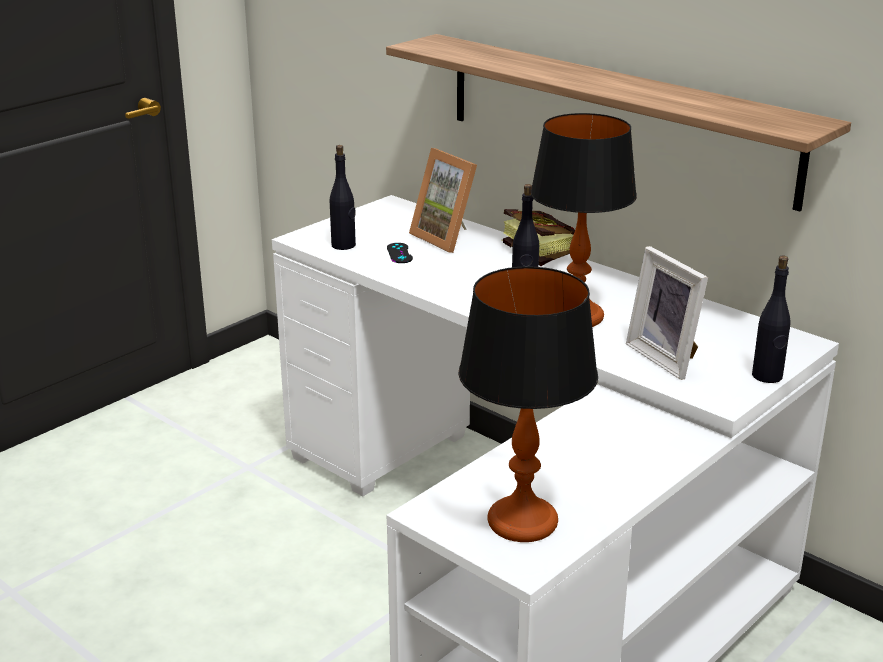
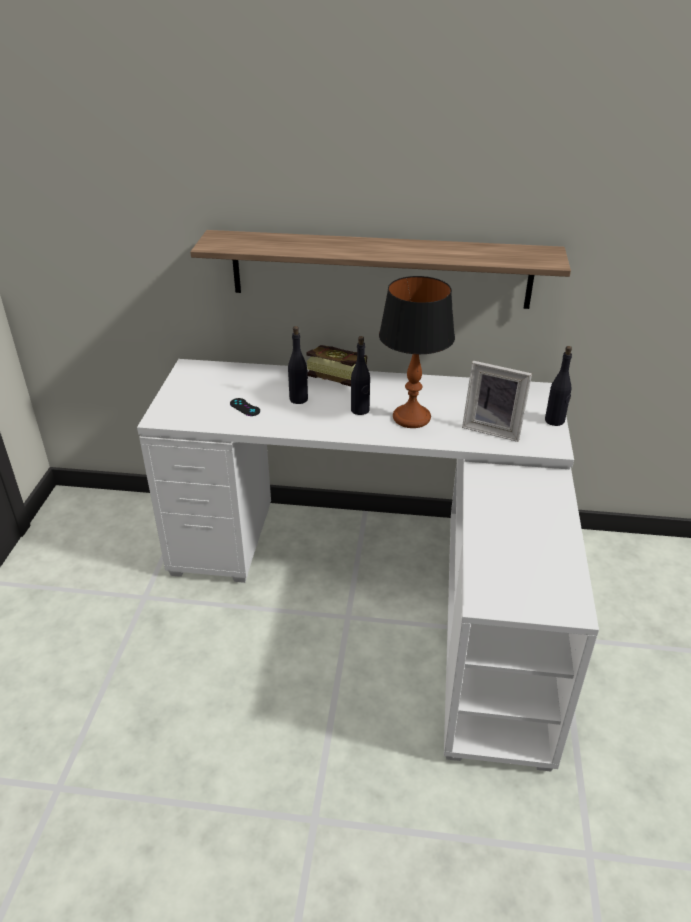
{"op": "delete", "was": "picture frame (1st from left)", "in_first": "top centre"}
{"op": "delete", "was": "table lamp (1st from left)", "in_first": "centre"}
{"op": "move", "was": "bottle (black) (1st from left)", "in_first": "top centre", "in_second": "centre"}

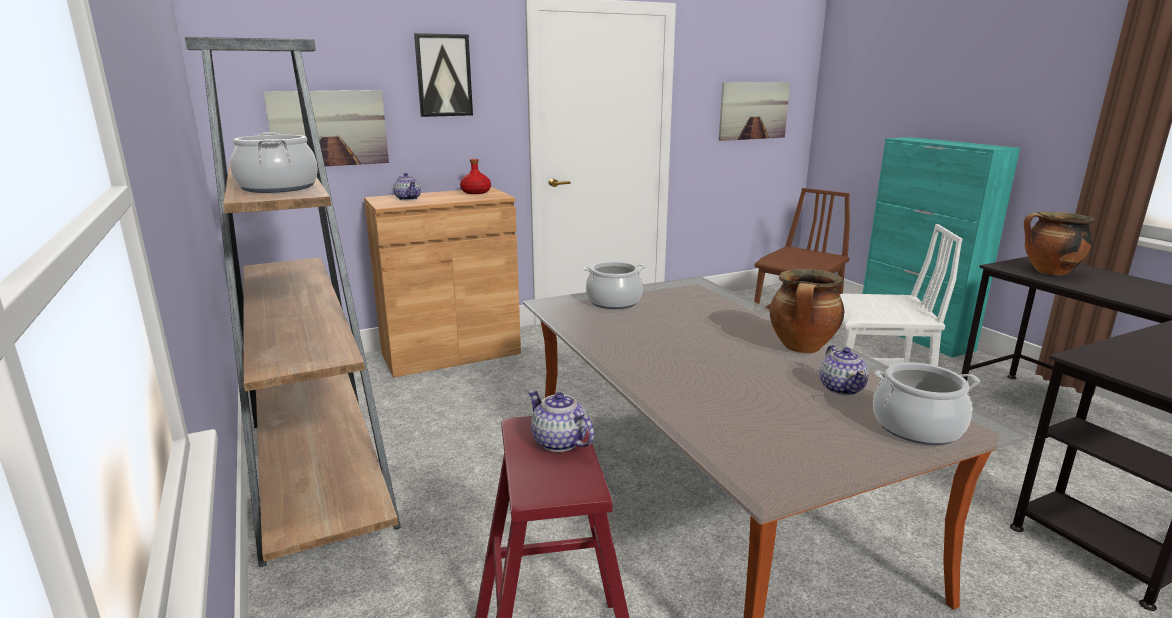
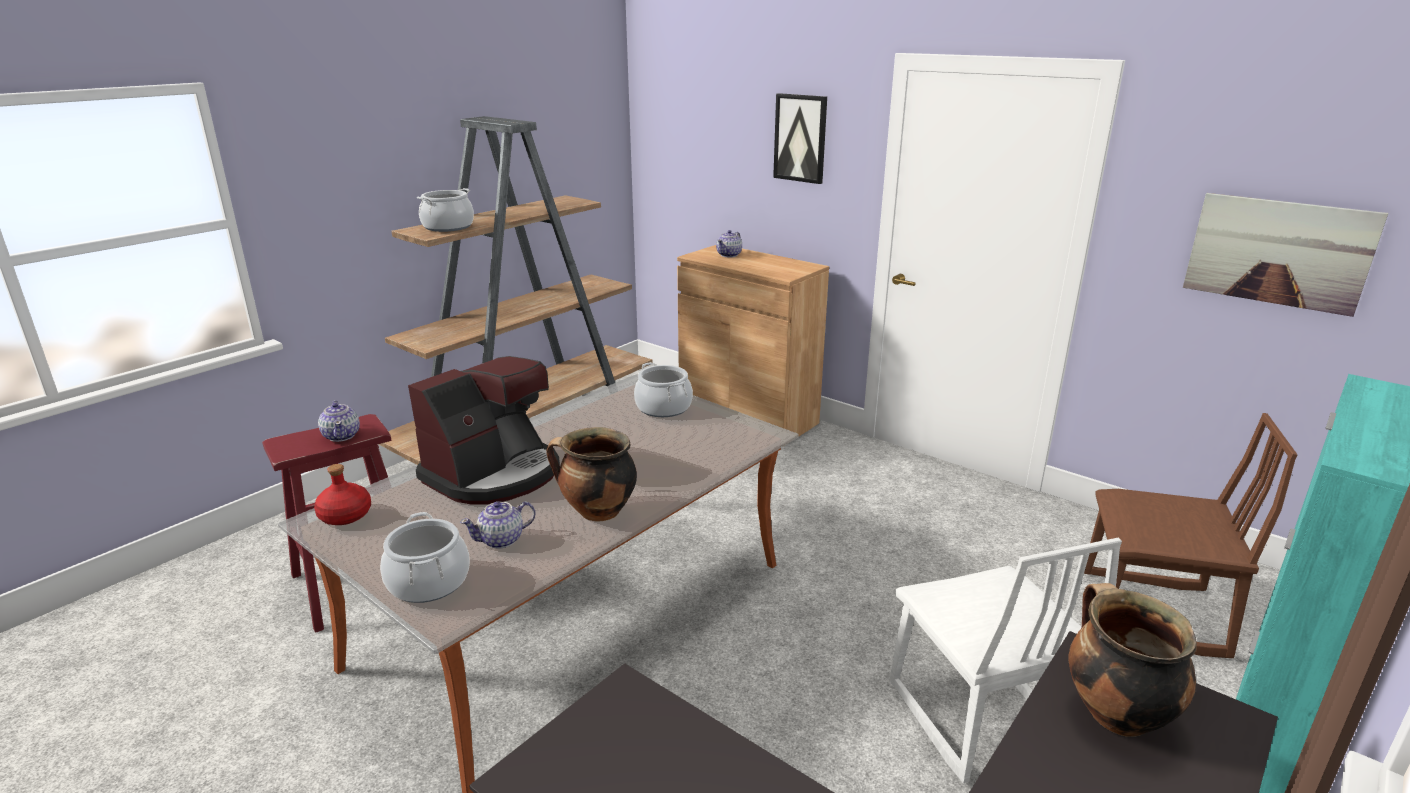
{"op": "delete", "was": "picture (1st from left)", "in_first": "top left"}
{"op": "insert", "now": "coffee machine", "in_second": "centre"}
{"op": "move", "was": "bottle (red)", "in_first": "top centre", "in_second": "middle left"}
{"op": "rotate", "was": "teapot (2nd from left in the first image)", "in_first": "bottom centre", "in_second": "middle left", "clockwise": 135}

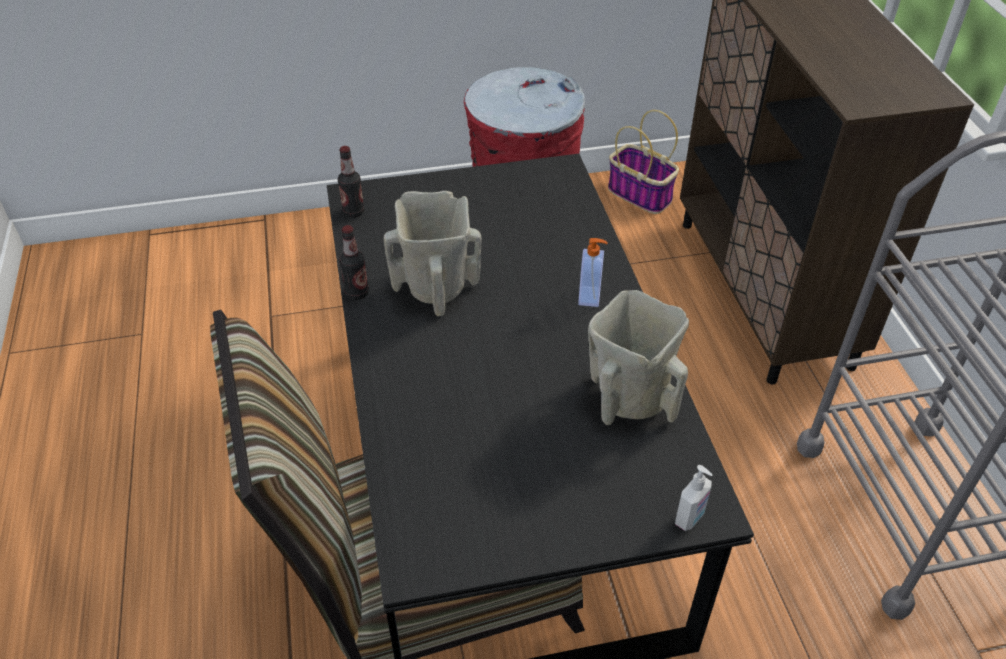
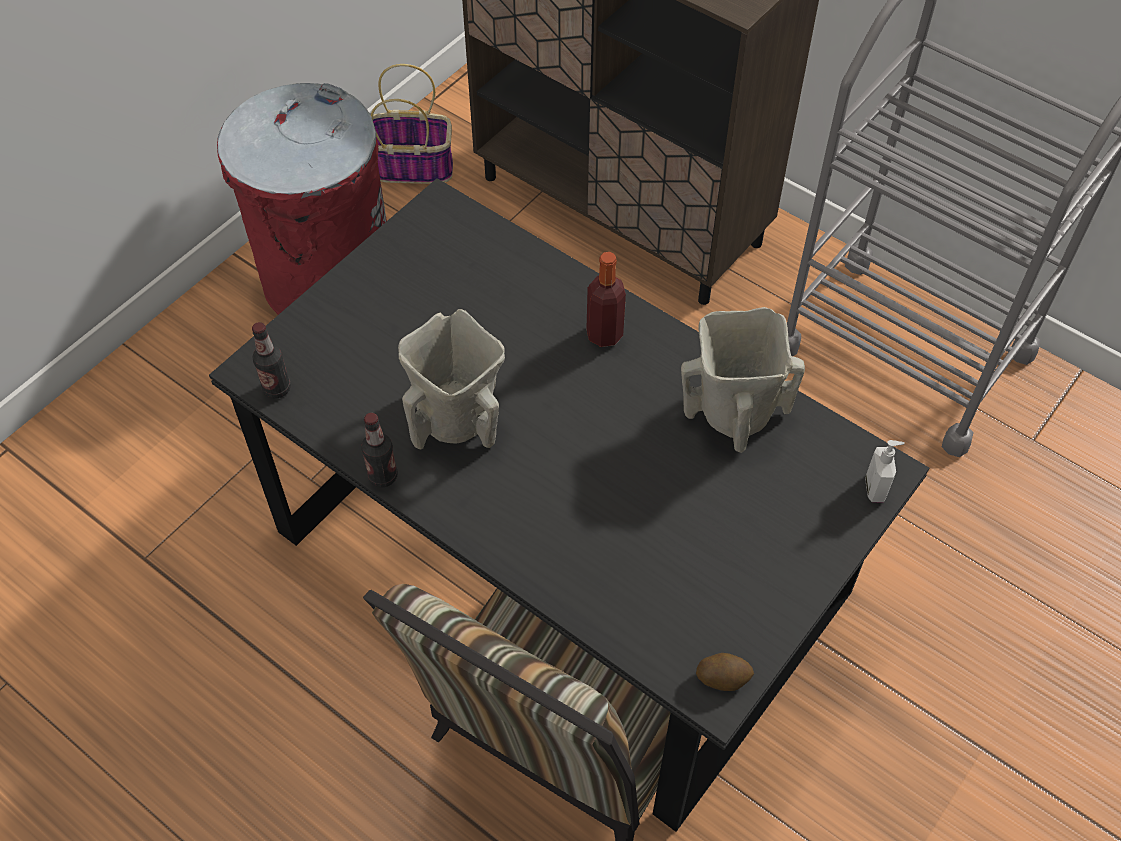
{"op": "insert", "now": "potato", "in_second": "bottom centre"}
{"op": "replace", "was": "soap dispenser (1st from left)", "now": "bottle (3rd from left)", "in_first": "centre", "in_second": "centre"}

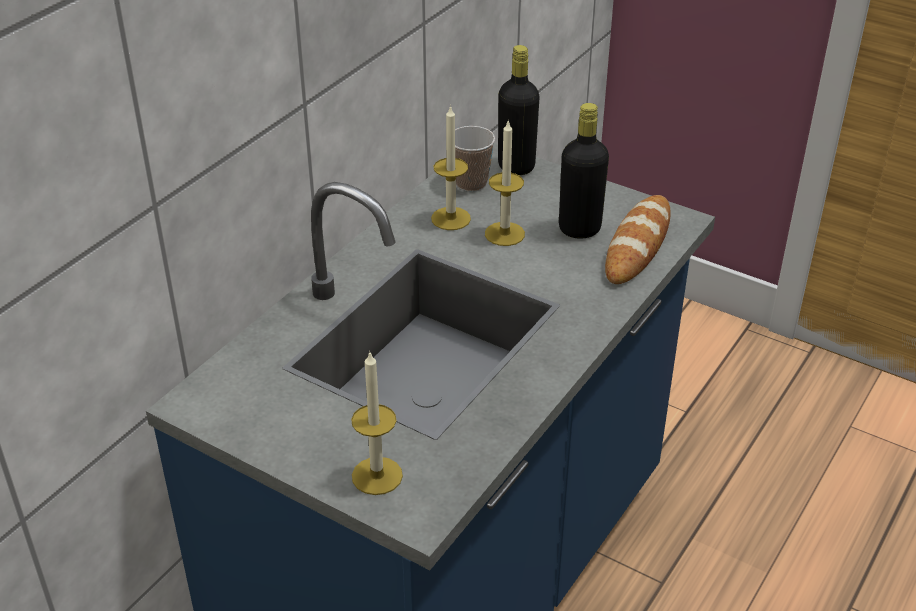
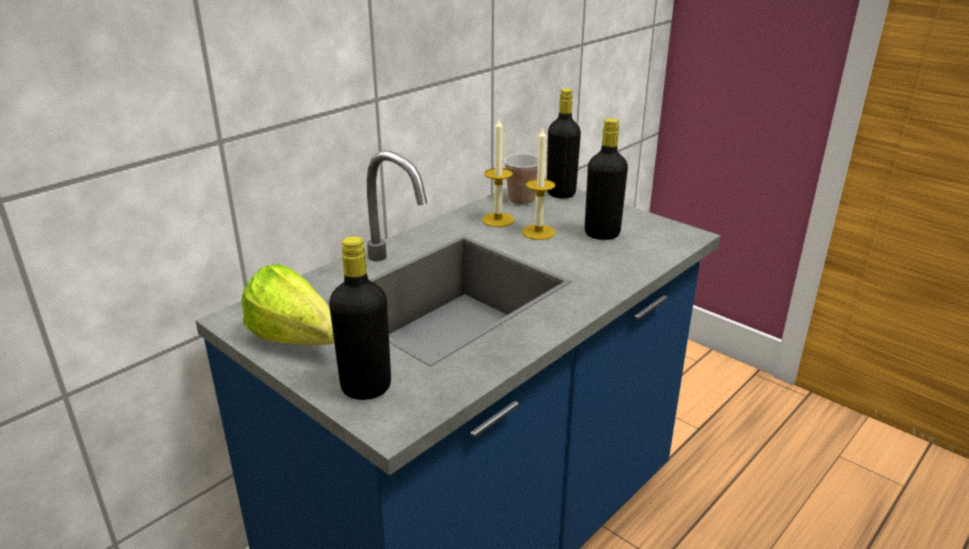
{"op": "delete", "was": "bread", "in_first": "middle right"}
{"op": "insert", "now": "lettuce", "in_second": "middle left"}
{"op": "replace", "was": "candle (1st from left)", "now": "bottle (black) (1st from left)", "in_first": "bottom centre", "in_second": "centre"}

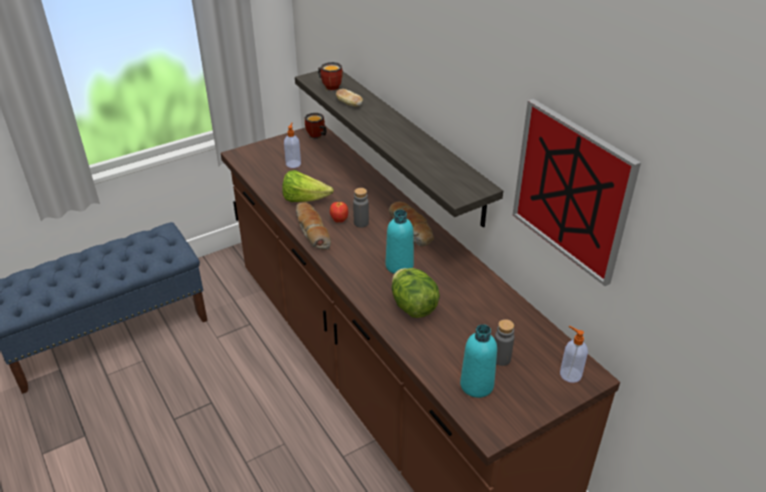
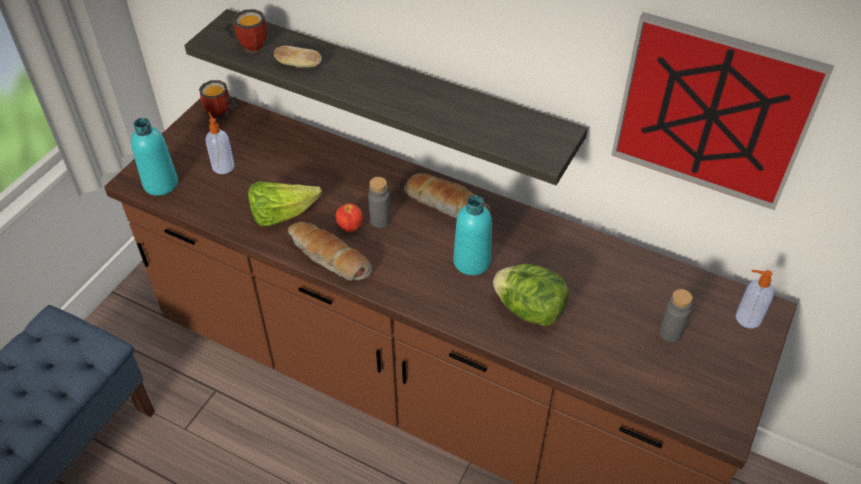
{"op": "move", "was": "bottle (turquoise) (2nd from left in the first image)", "now": "bottle (turquoise) (1st from left)", "in_first": "bottom centre", "in_second": "top left"}

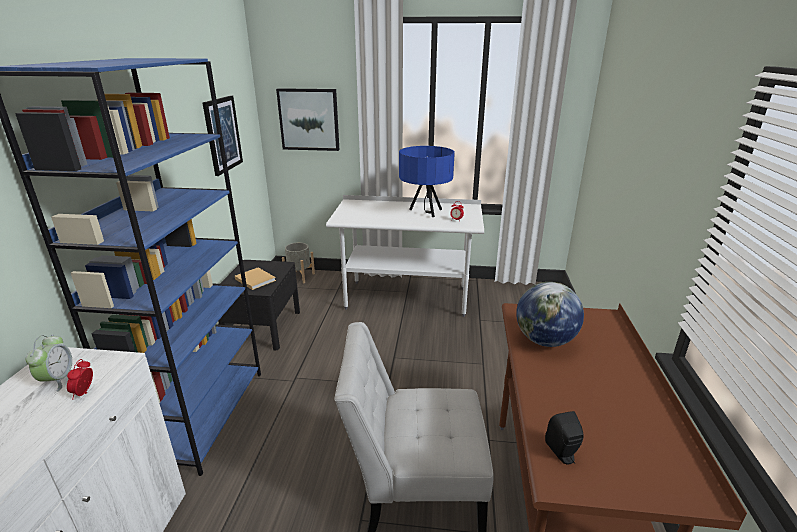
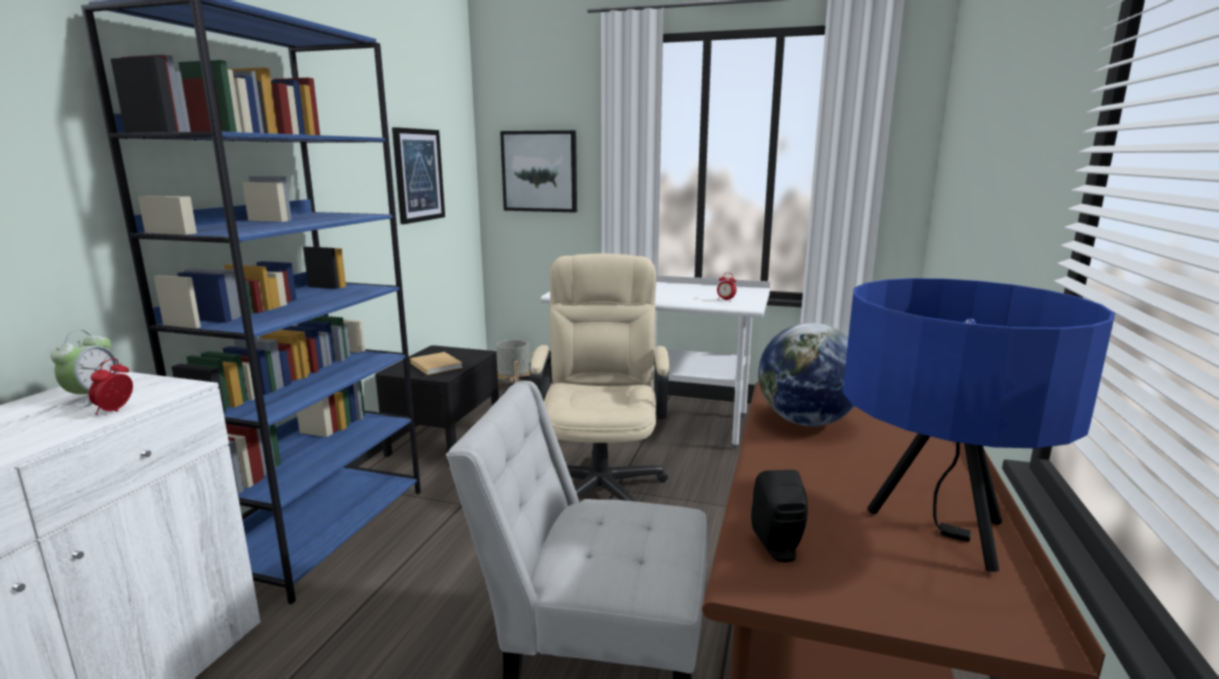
{"op": "insert", "now": "office chair (beige)", "in_second": "centre"}
{"op": "move", "was": "table lamp (blue)", "in_first": "centre", "in_second": "middle right"}

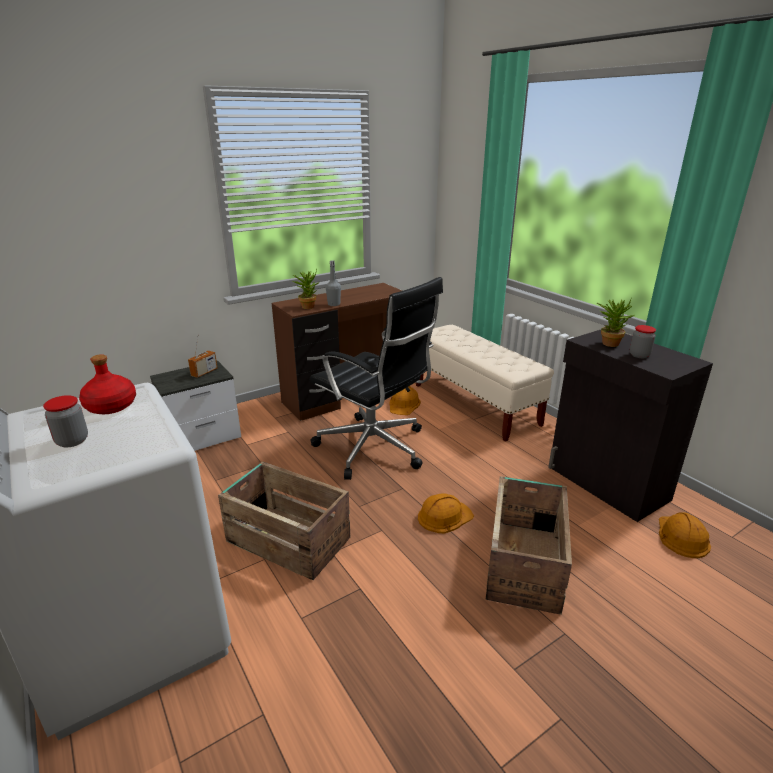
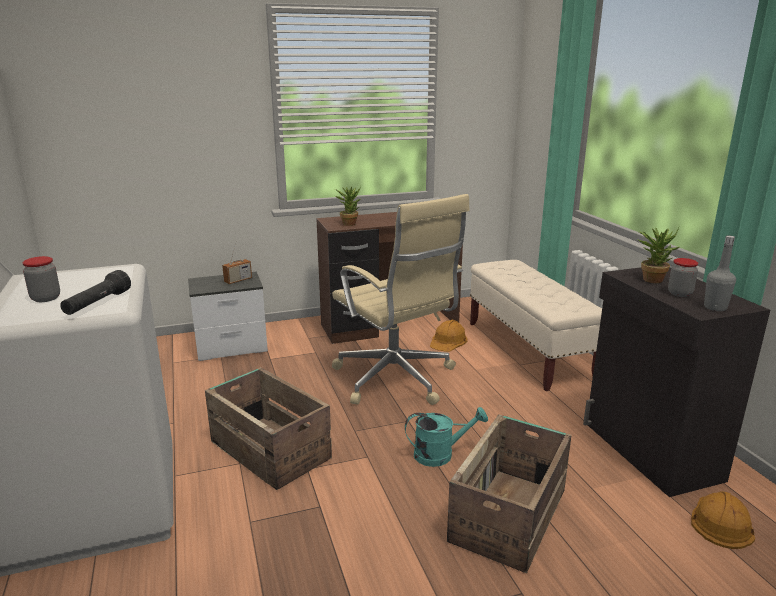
{"op": "delete", "was": "bottle (red)", "in_first": "middle left"}
{"op": "insert", "now": "flashlight (black)", "in_second": "middle left"}
{"op": "move", "was": "bottle (grey)", "in_first": "centre", "in_second": "middle right"}
{"op": "replace", "was": "hard hat (orange) (2nd from left)", "now": "watering can (turquoise)", "in_first": "centre", "in_second": "bottom centre"}
{"op": "recolor", "was": "office chair (black)", "now": "office chair (beige)", "in_first": "centre", "in_second": "centre"}

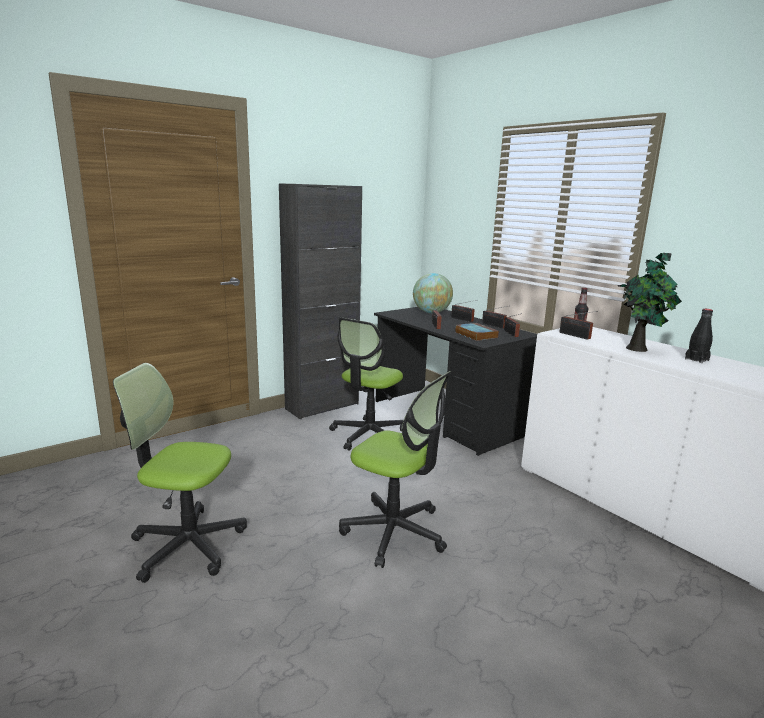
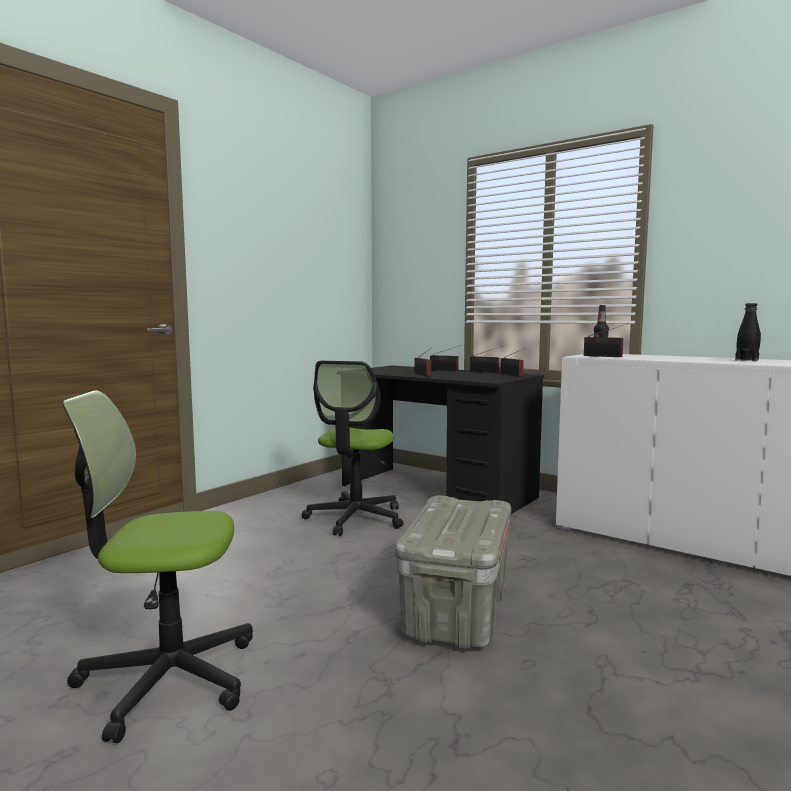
{"op": "delete", "was": "cabinet (black)", "in_first": "centre"}
{"op": "delete", "was": "globe", "in_first": "centre"}
{"op": "delete", "was": "book", "in_first": "centre"}
{"op": "delete", "was": "potted plant", "in_first": "middle right"}
{"op": "replace", "was": "office chair (3rd from left)", "now": "storage box (grey)", "in_first": "centre", "in_second": "bottom centre"}

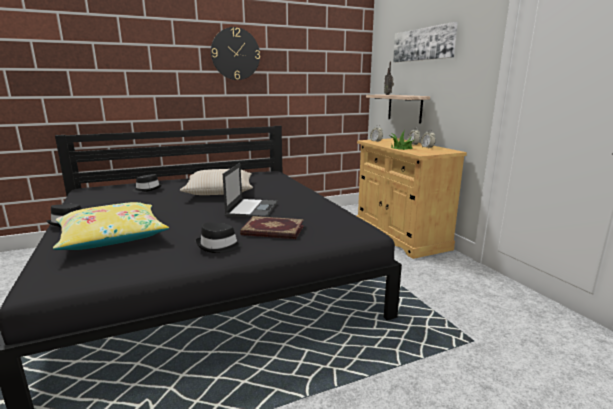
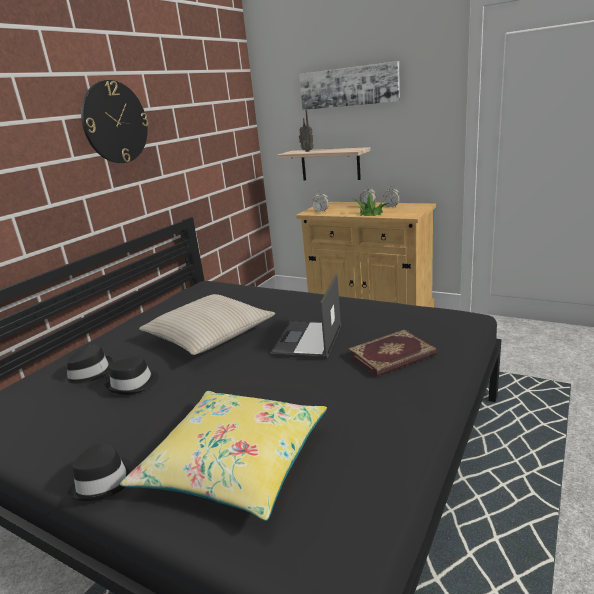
{"op": "move", "was": "hat (black) (3rd from left)", "in_first": "centre", "in_second": "middle left"}
{"op": "rotate", "was": "laptop", "in_first": "centre", "in_second": "centre", "clockwise": -135}

